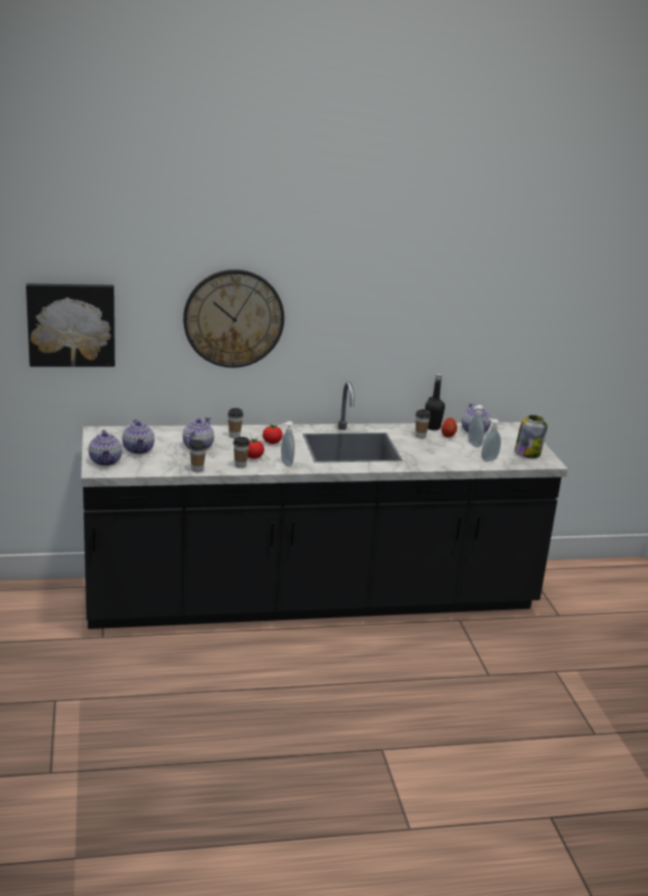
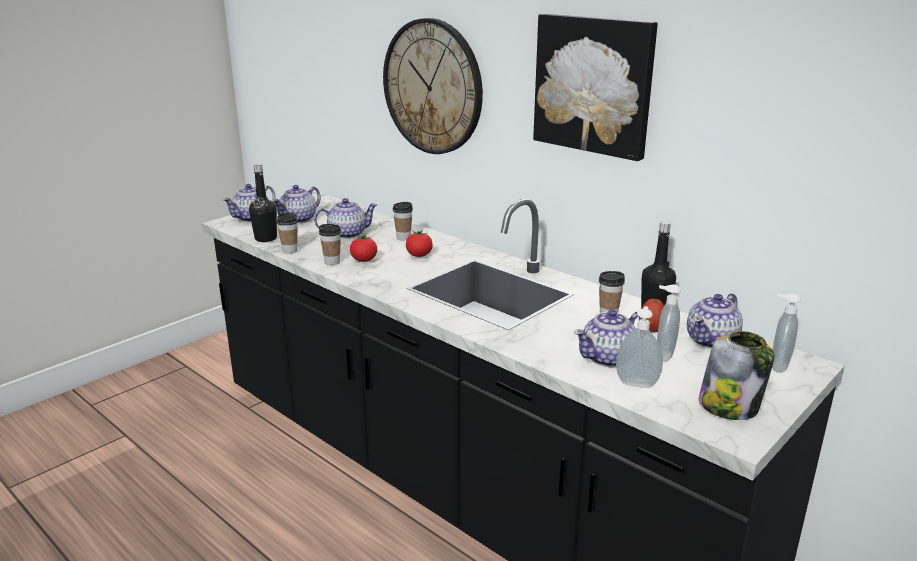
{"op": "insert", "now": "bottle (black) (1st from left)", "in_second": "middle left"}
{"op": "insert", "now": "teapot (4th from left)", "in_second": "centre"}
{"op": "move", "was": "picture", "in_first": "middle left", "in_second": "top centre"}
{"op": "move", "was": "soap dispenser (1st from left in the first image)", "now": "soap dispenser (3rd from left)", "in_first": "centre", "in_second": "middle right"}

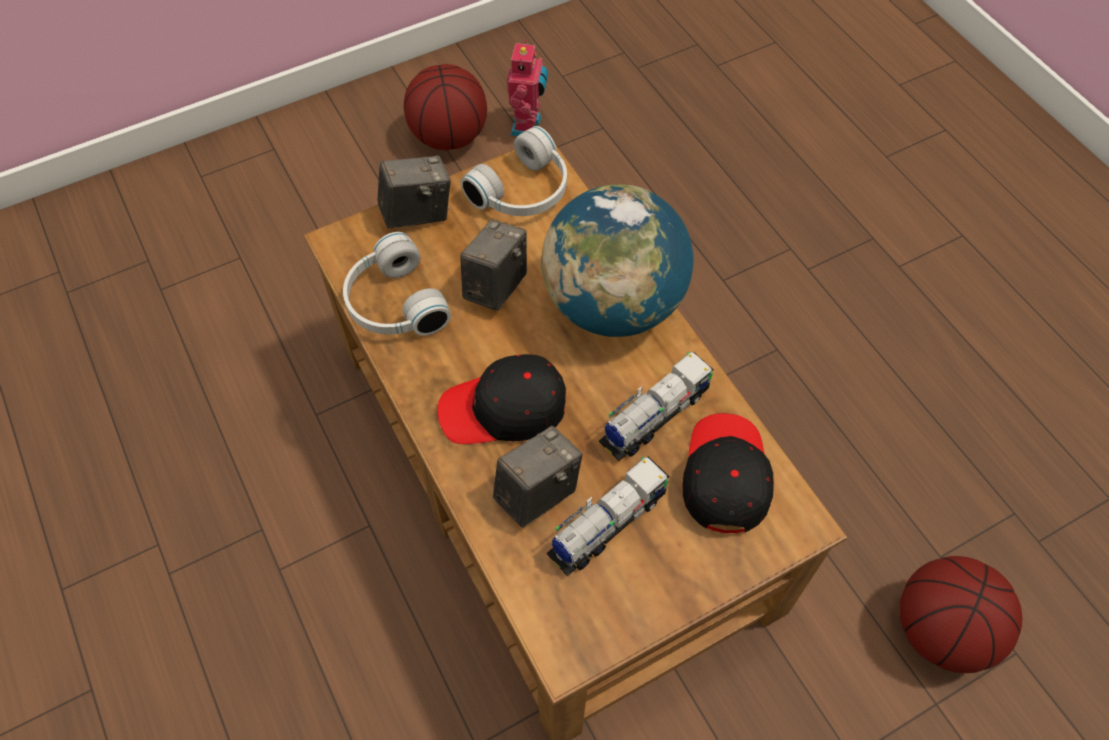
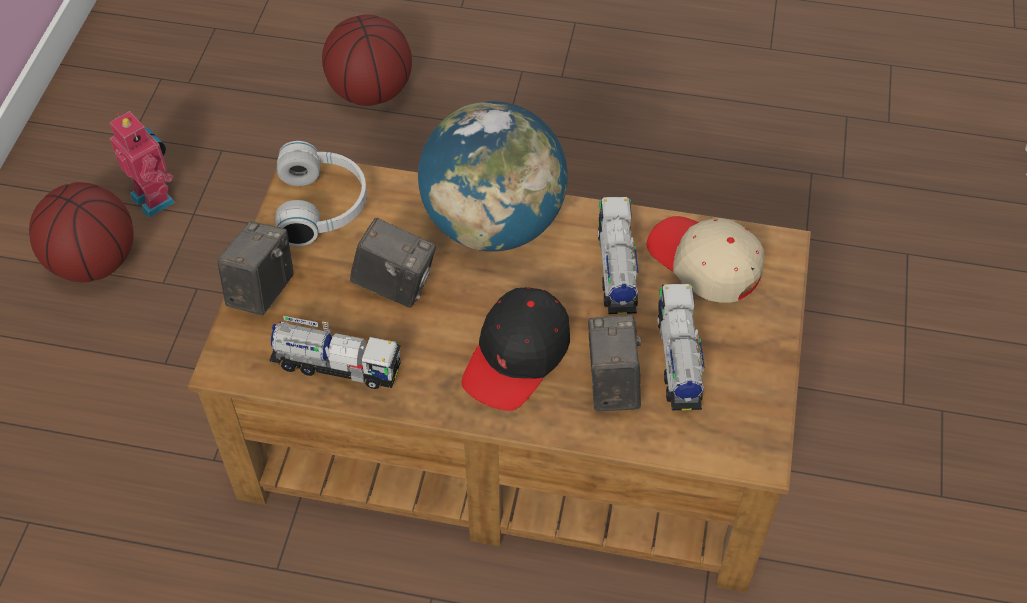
{"op": "move", "was": "basketball (2nd from left)", "in_first": "bottom right", "in_second": "top centre"}
{"op": "replace", "was": "headphones (white) (1st from left)", "now": "toy truck (1st from left)", "in_first": "centre", "in_second": "middle left"}
{"op": "recolor", "was": "cap (black) (2nd from left)", "now": "cap (beige)", "in_first": "centre", "in_second": "middle right"}
{"op": "rotate", "was": "photo camera (2nd from left)", "in_first": "centre", "in_second": "centre", "clockwise": 135}

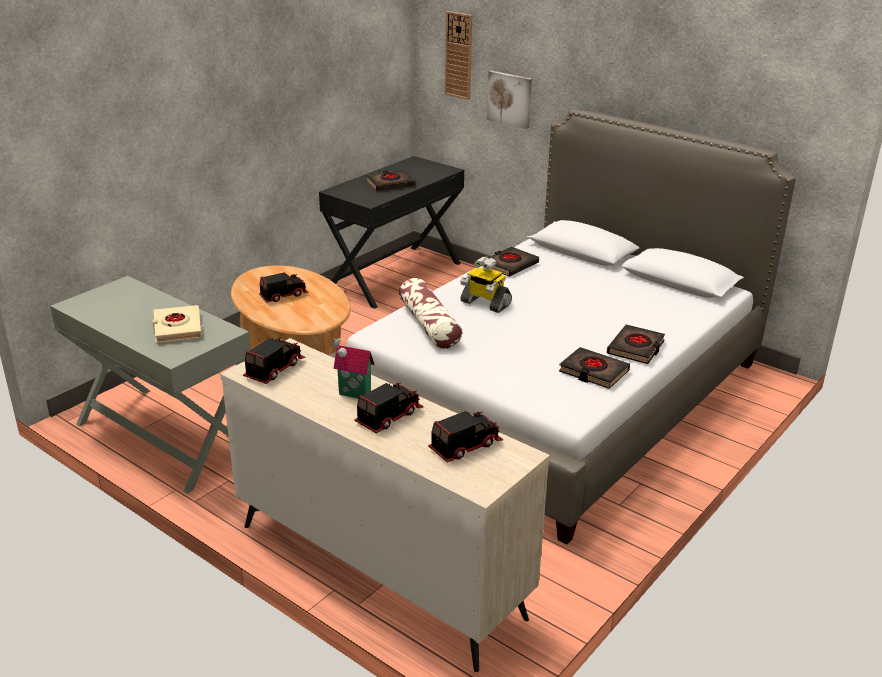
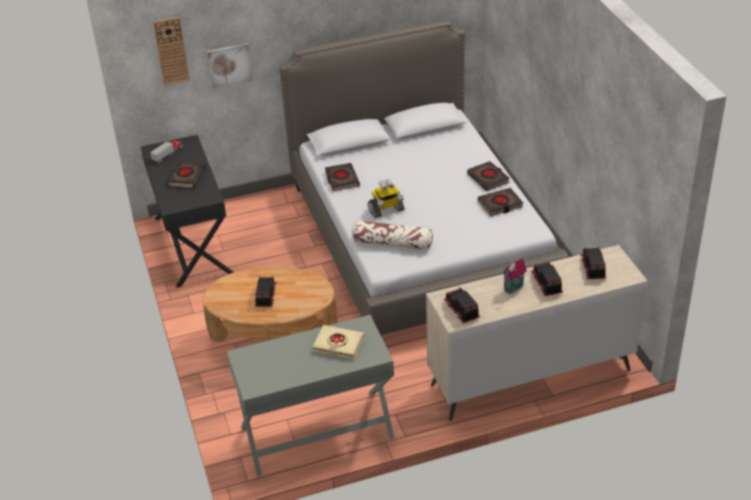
{"op": "insert", "now": "toy truck (1st from left)", "in_second": "top left"}

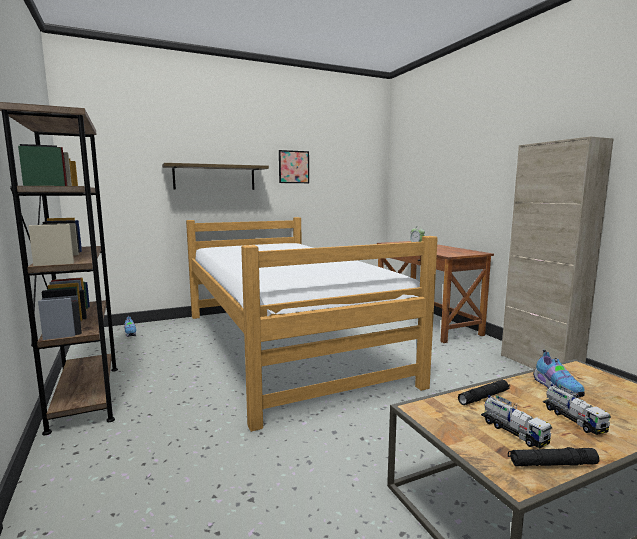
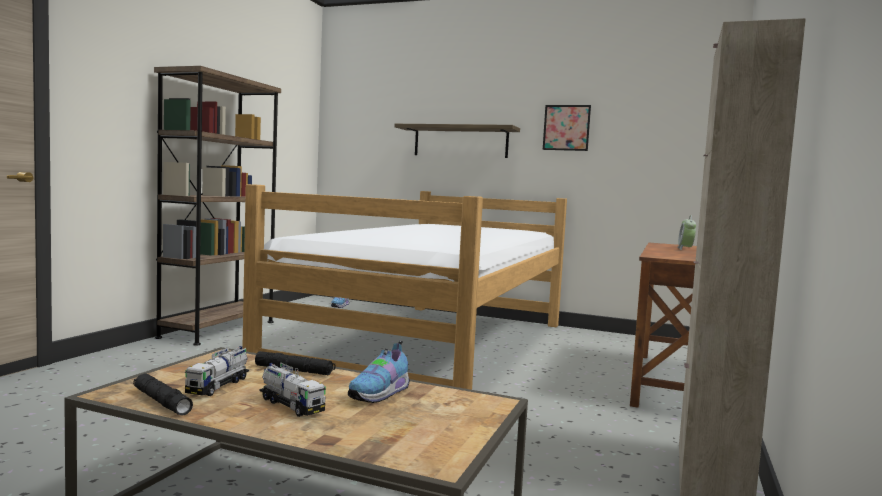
{"op": "rotate", "was": "toy truck (2nd from left)", "in_first": "bottom right", "in_second": "bottom left", "clockwise": -75}

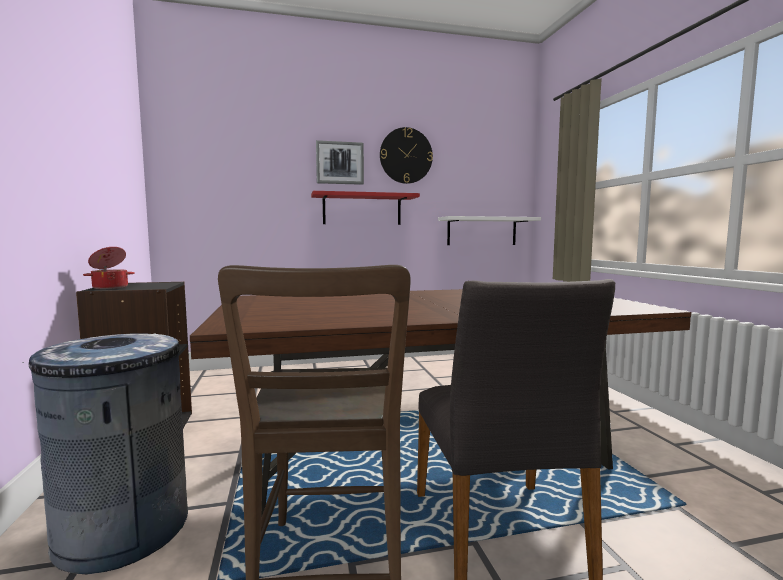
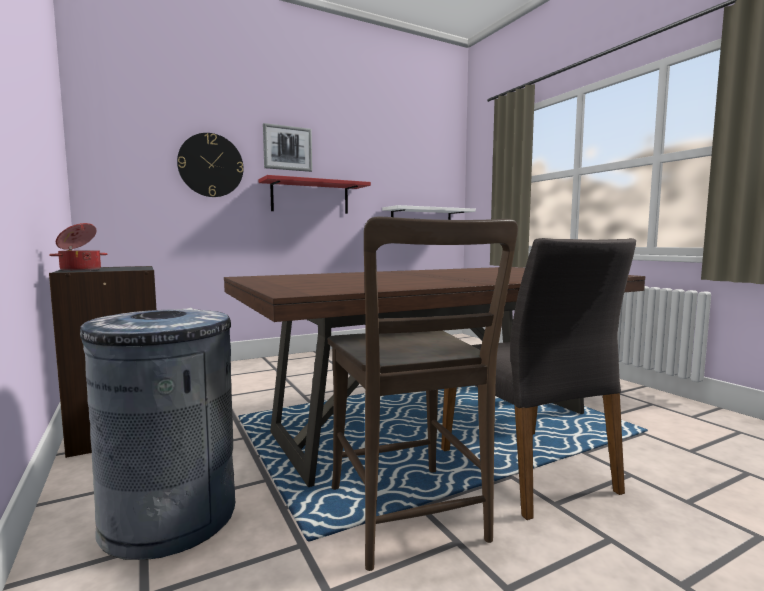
{"op": "move", "was": "wall clock", "in_first": "top centre", "in_second": "top left"}

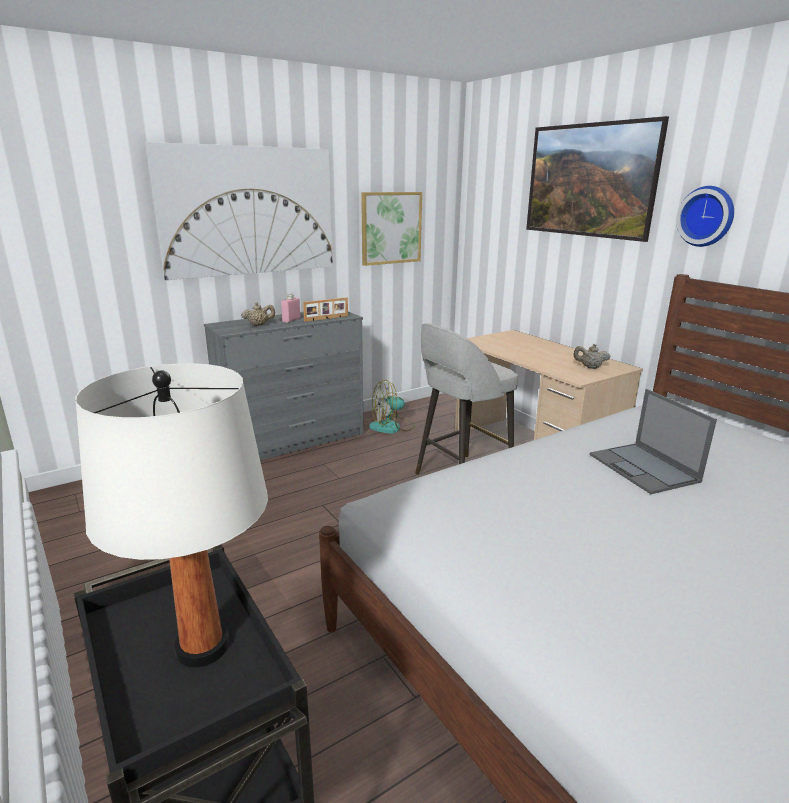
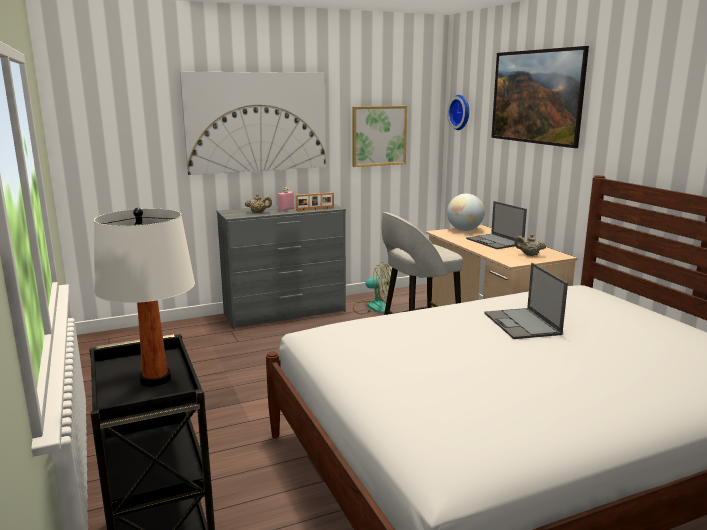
{"op": "insert", "now": "globe", "in_second": "centre"}
{"op": "insert", "now": "laptop (1st from left)", "in_second": "middle right"}
{"op": "move", "was": "wall clock", "in_first": "top right", "in_second": "top centre"}
{"op": "rotate", "was": "fan", "in_first": "centre", "in_second": "centre", "clockwise": -150}

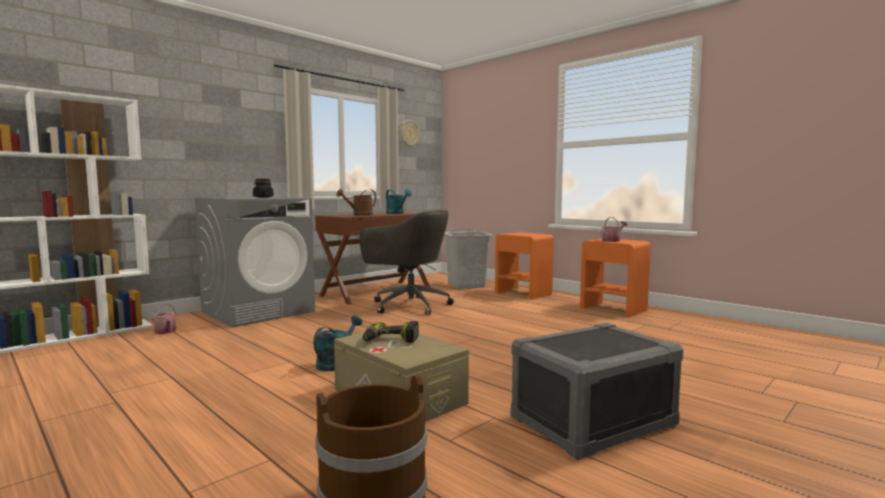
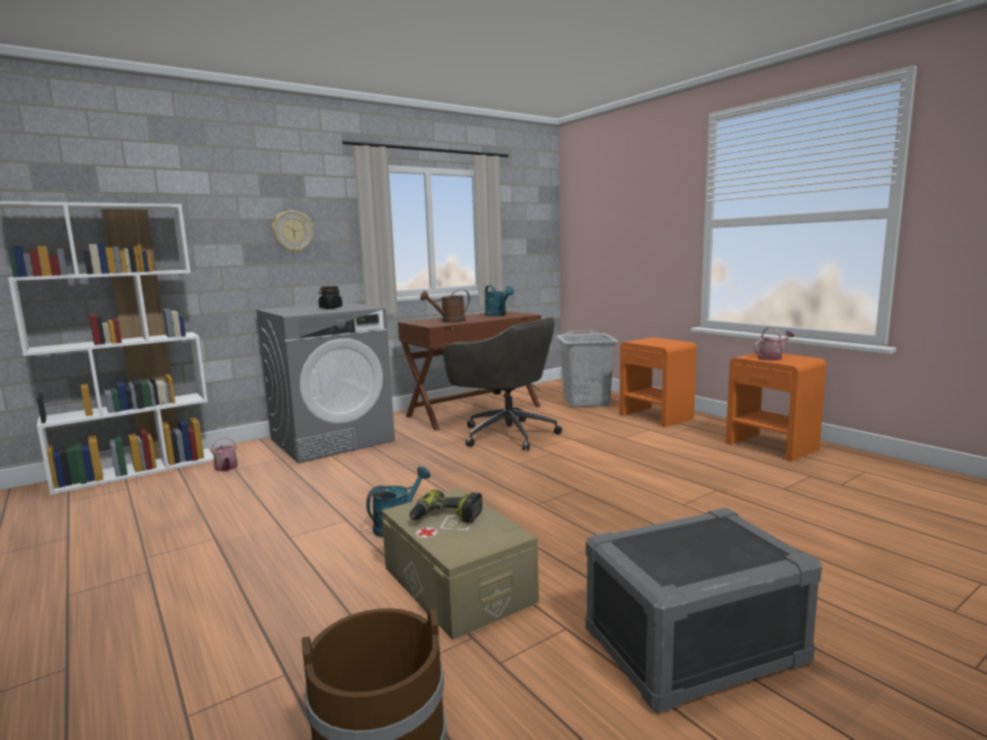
{"op": "move", "was": "wall clock", "in_first": "top centre", "in_second": "top left"}

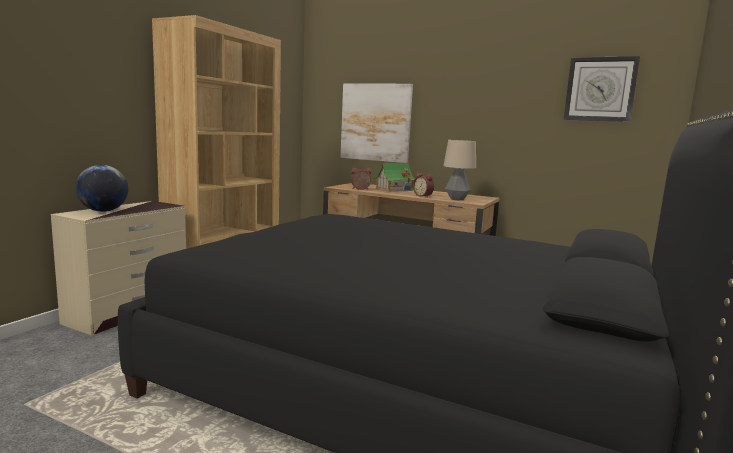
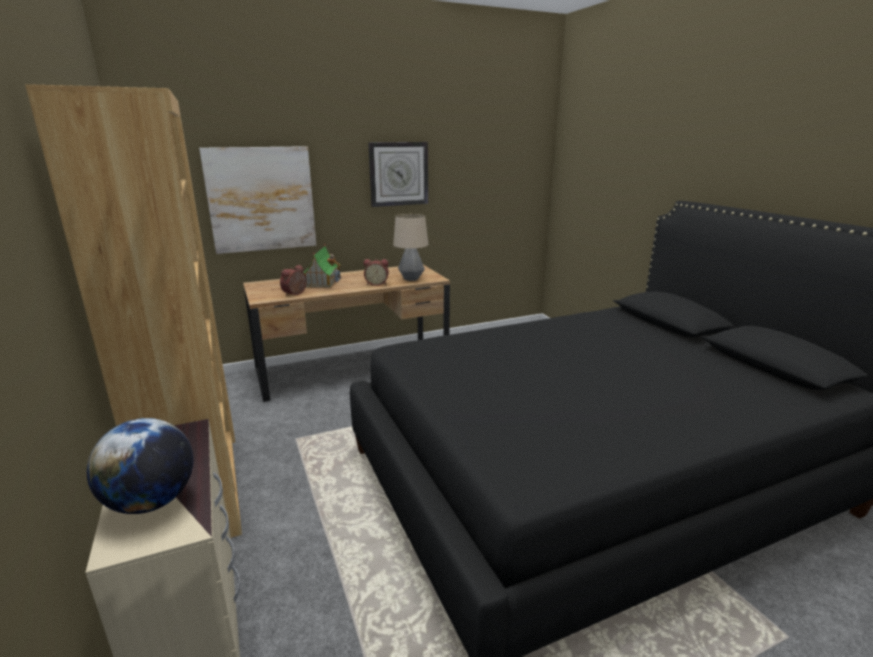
{"op": "move", "was": "wall clock", "in_first": "top right", "in_second": "top centre"}

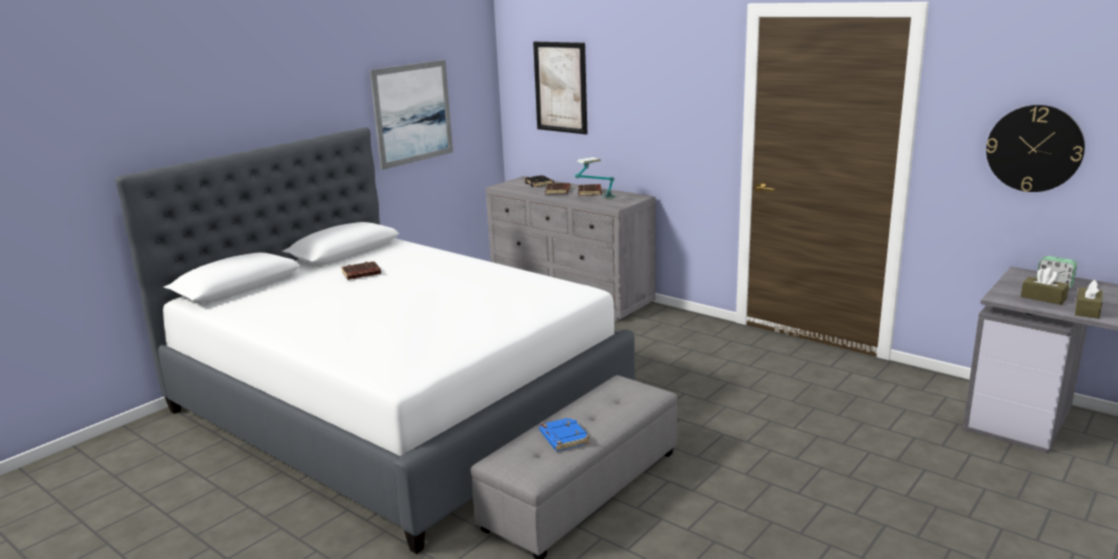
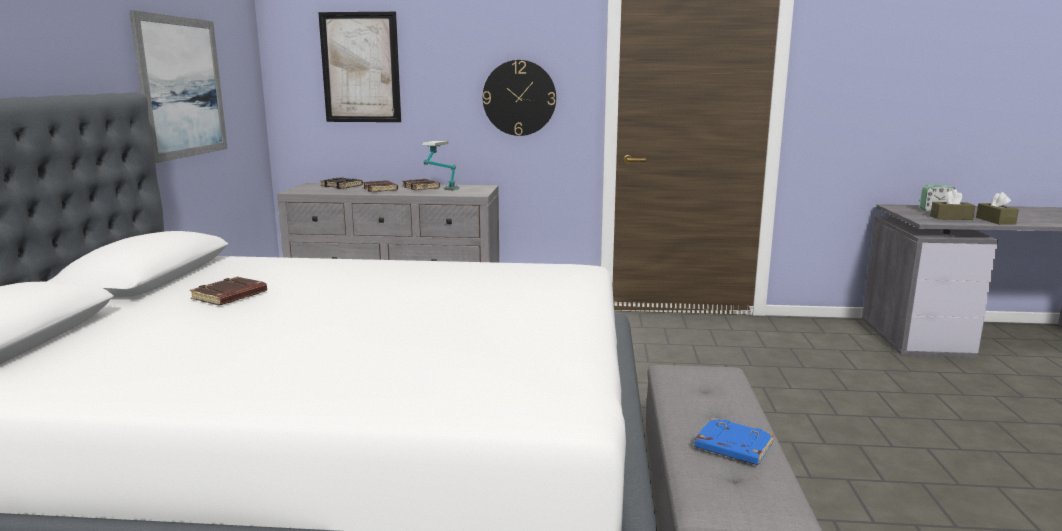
{"op": "move", "was": "wall clock", "in_first": "top right", "in_second": "top centre"}

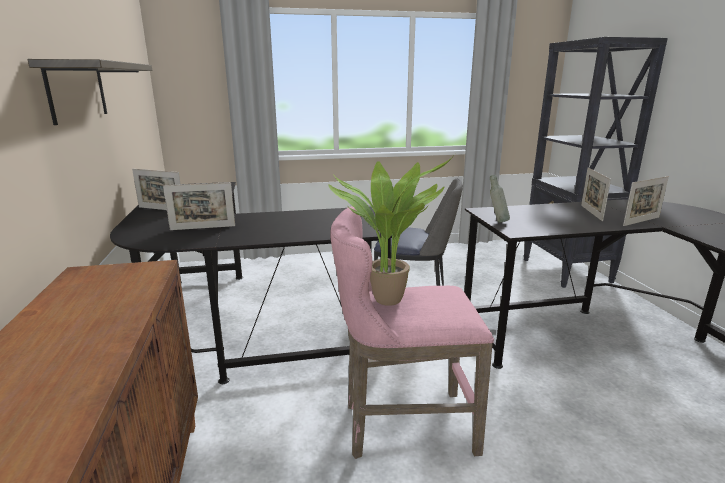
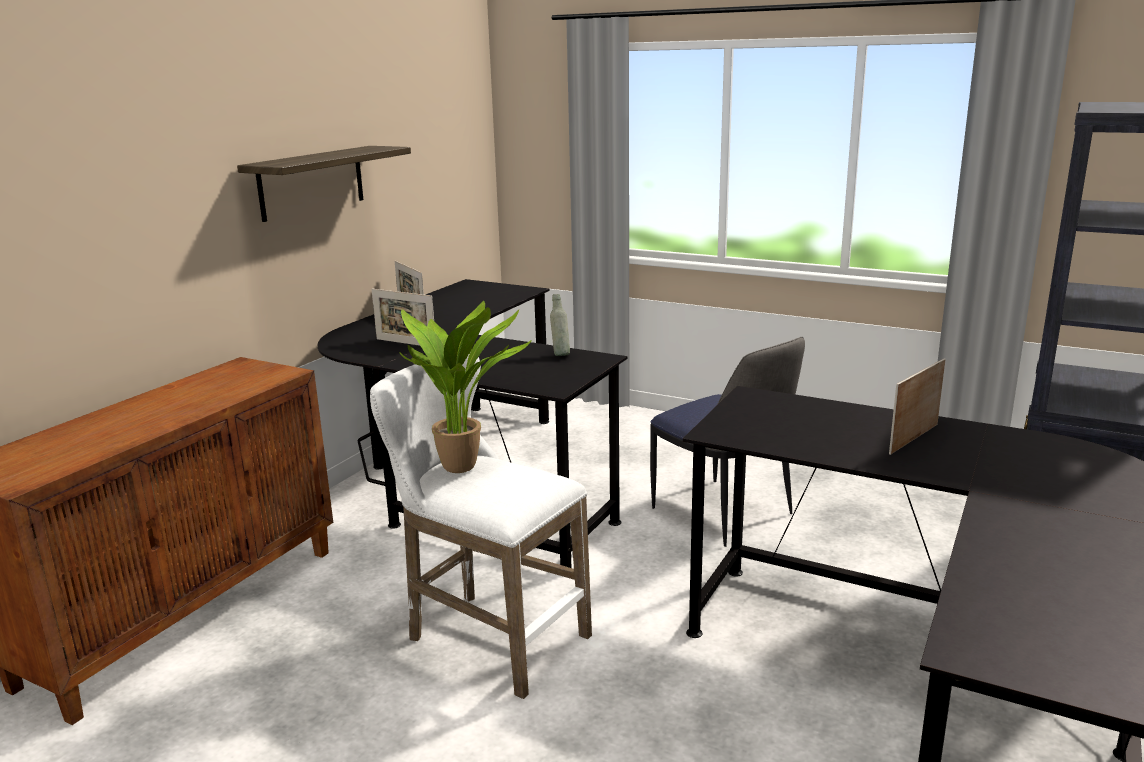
{"op": "delete", "was": "picture frame (4th from left)", "in_first": "middle right"}
{"op": "move", "was": "bottle (grey)", "in_first": "middle right", "in_second": "centre"}
{"op": "recolor", "was": "stool (pink)", "now": "stool (white)", "in_first": "bottom centre", "in_second": "bottom centre"}

